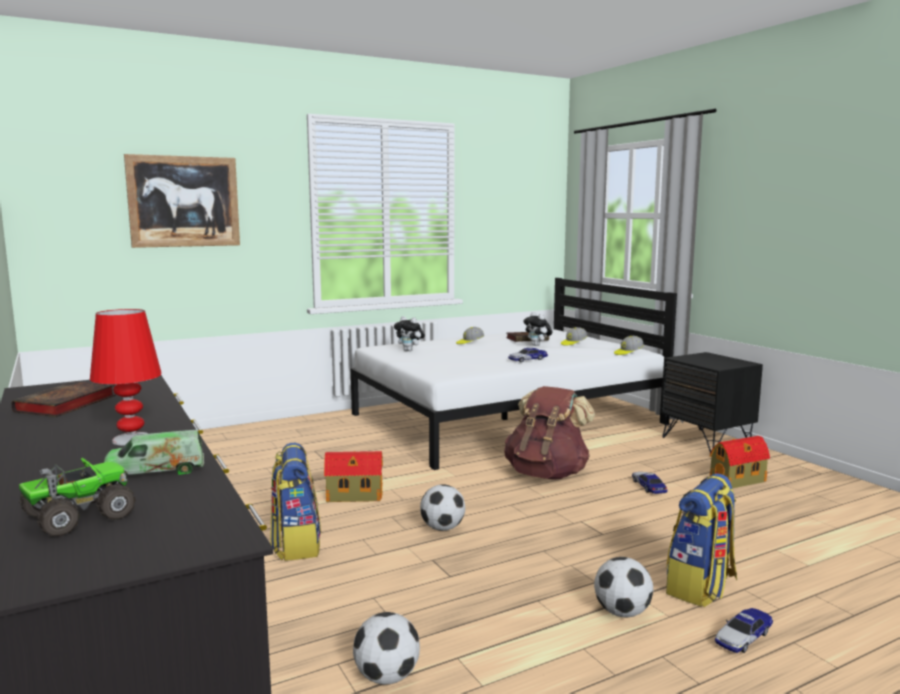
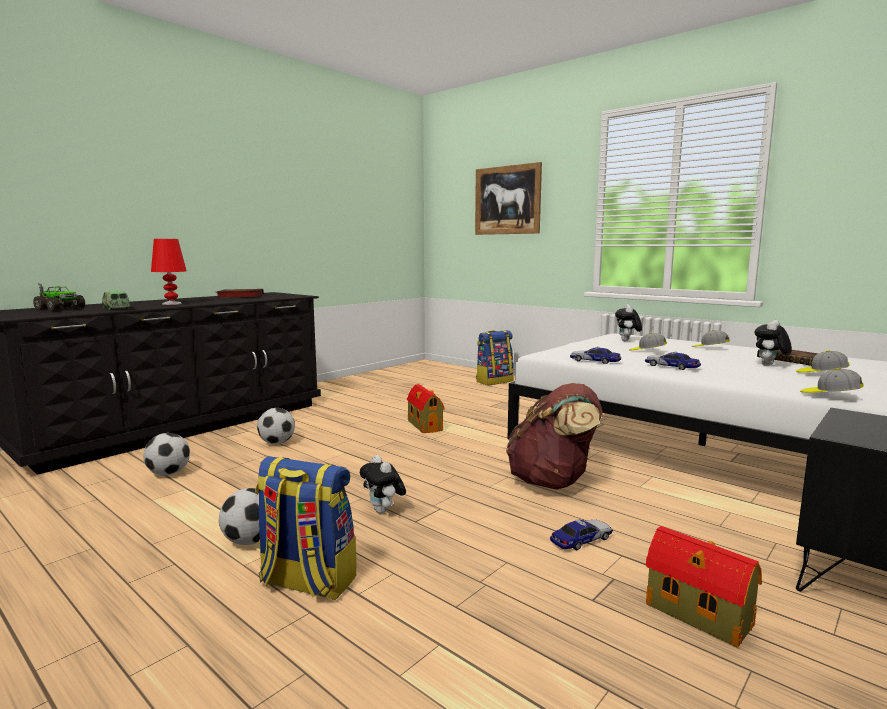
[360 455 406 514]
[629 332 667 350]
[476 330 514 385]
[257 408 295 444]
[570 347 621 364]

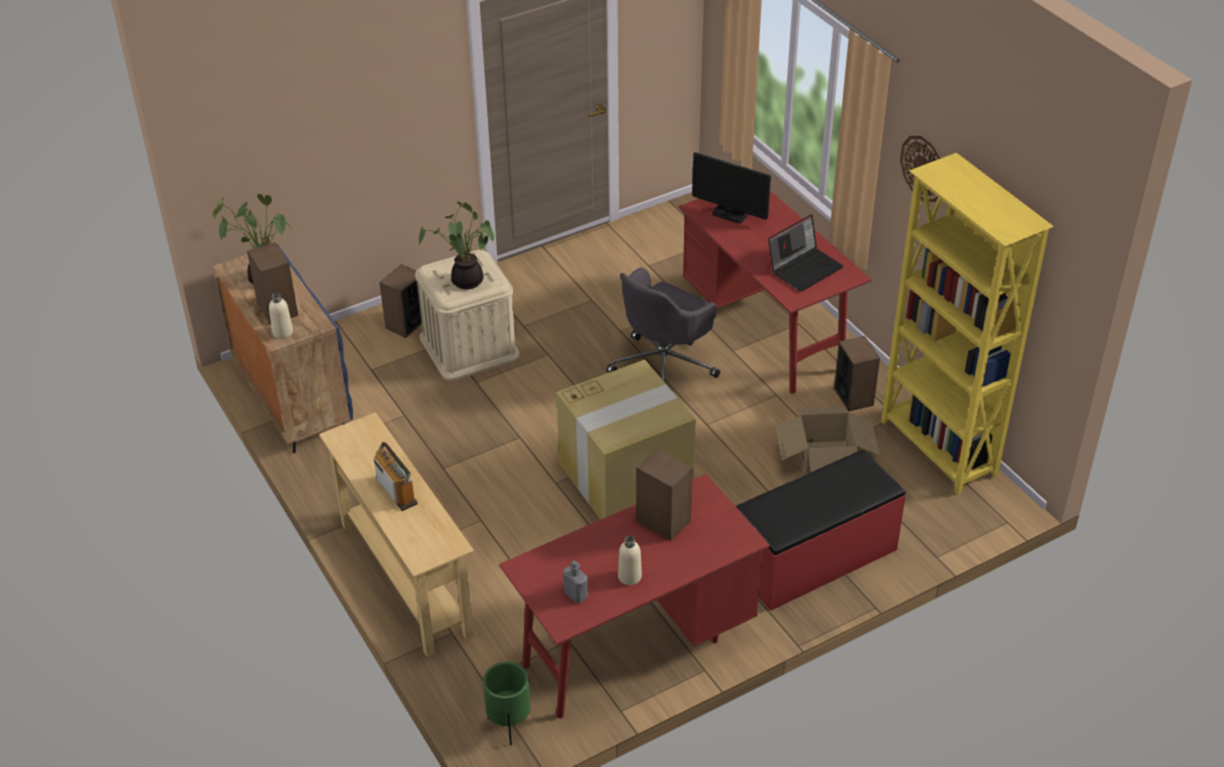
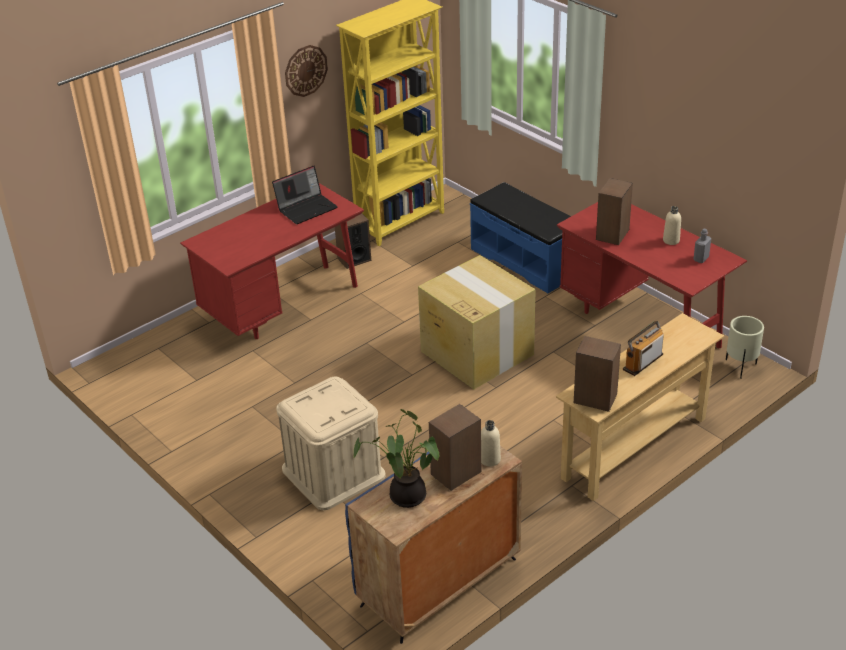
[419 202 494 289] (first image)
[606 267 720 381] (first image)
[692 152 771 223] (first image)
[775 407 881 475] (first image)
[574 336 621 412]
[726 316 764 379]
[470 182 571 293]
[272 166 338 224]

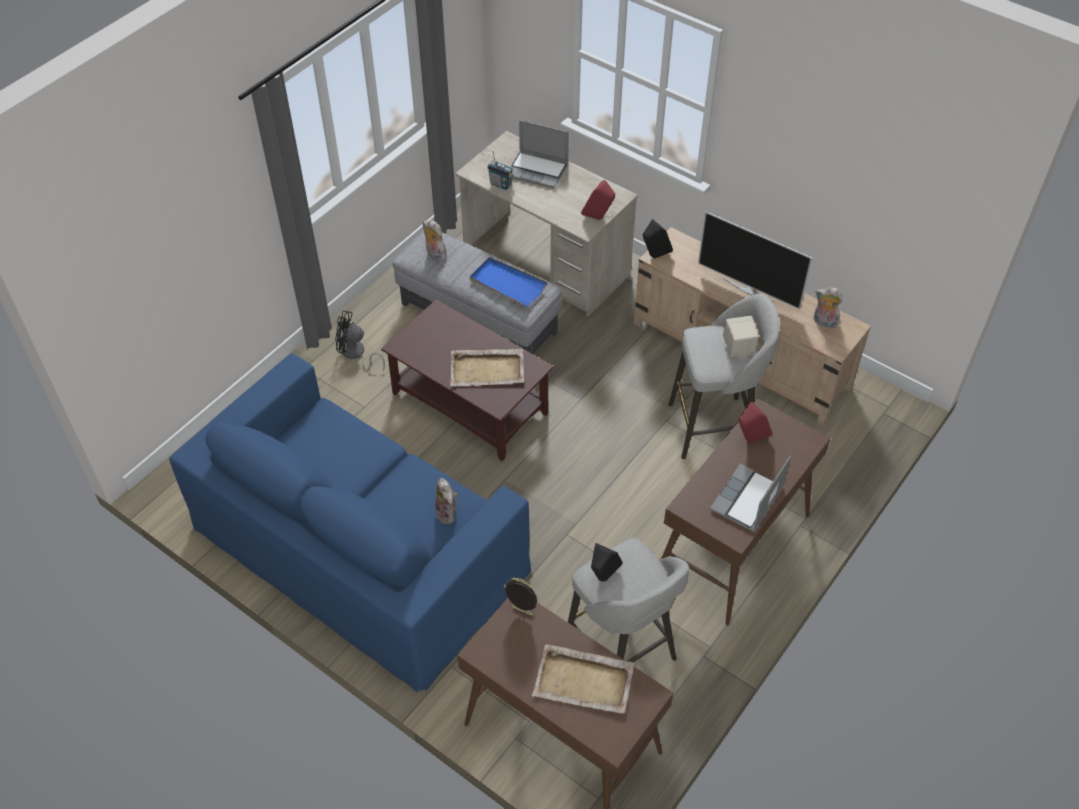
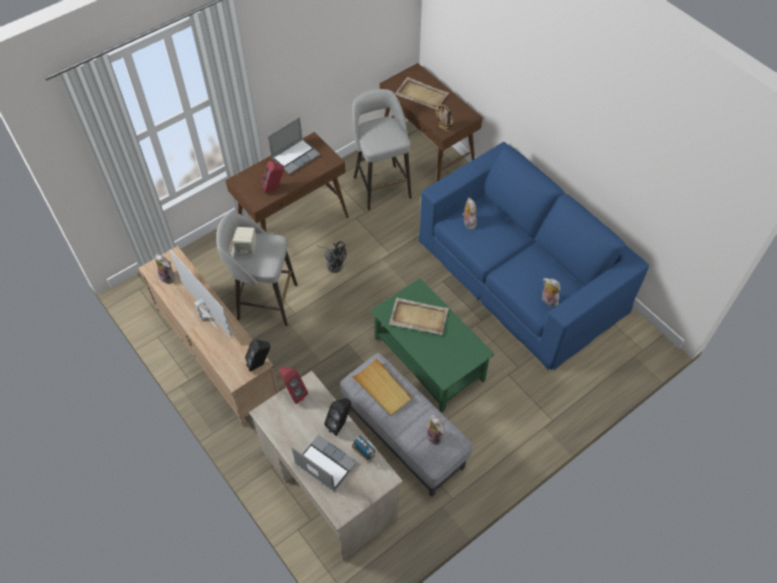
[542 278 561 307]
[316 241 346 273]
[324 398 351 436]
[370 278 495 413]
[352 358 413 416]

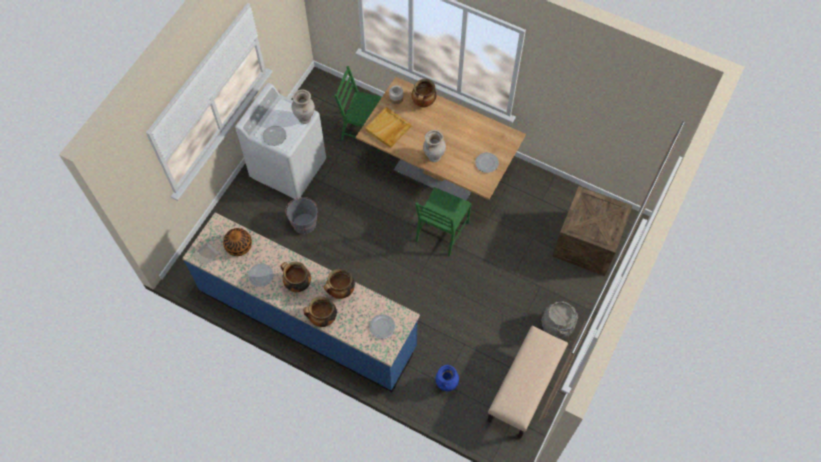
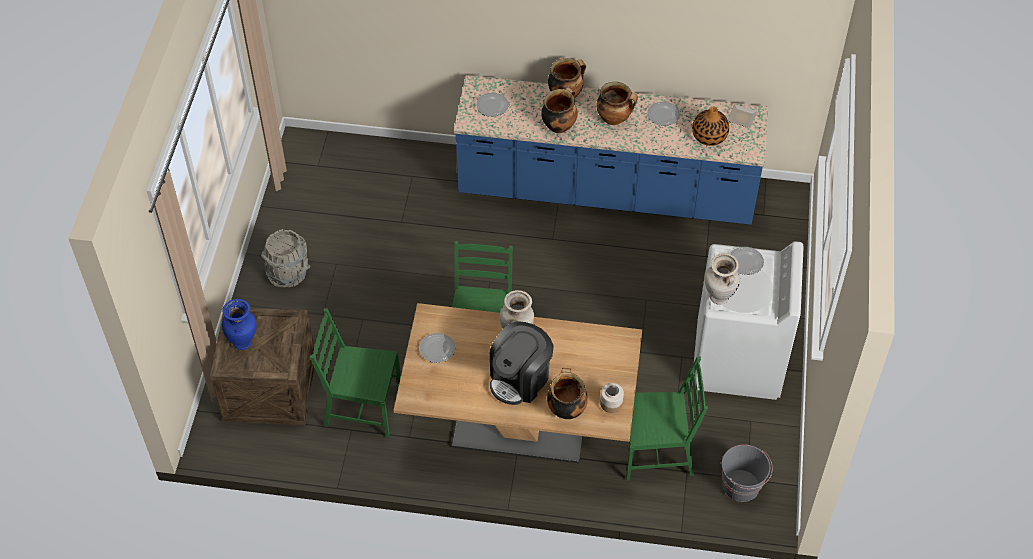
[365 107 411 148] (first image)
[487 326 568 439] (first image)
[310 308 401 437]
[490 321 553 405]
[722 444 773 502]
[222 299 257 350]

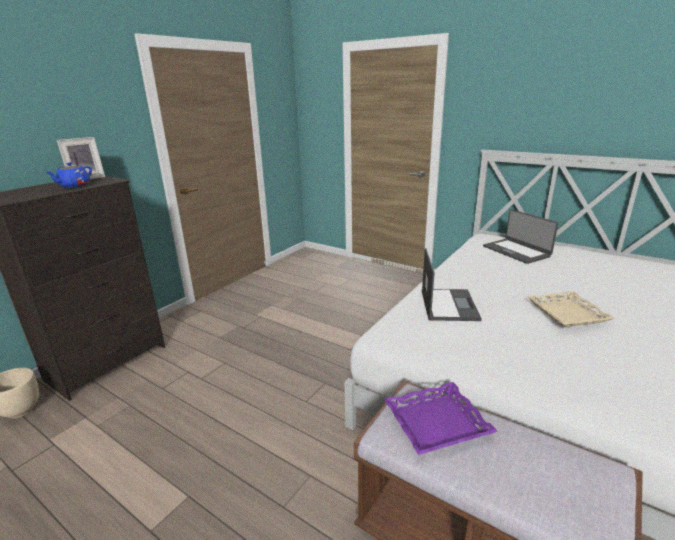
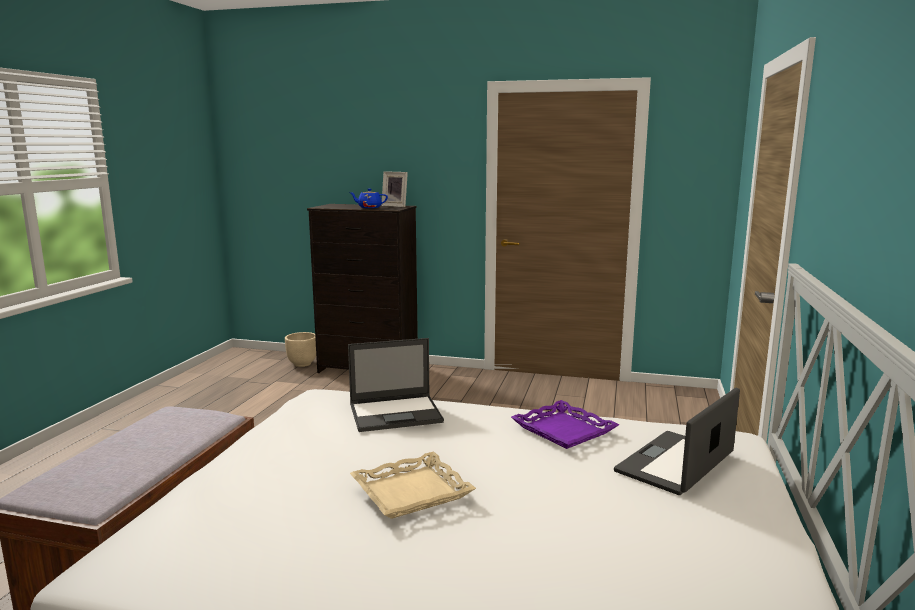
[511 400 619 449]

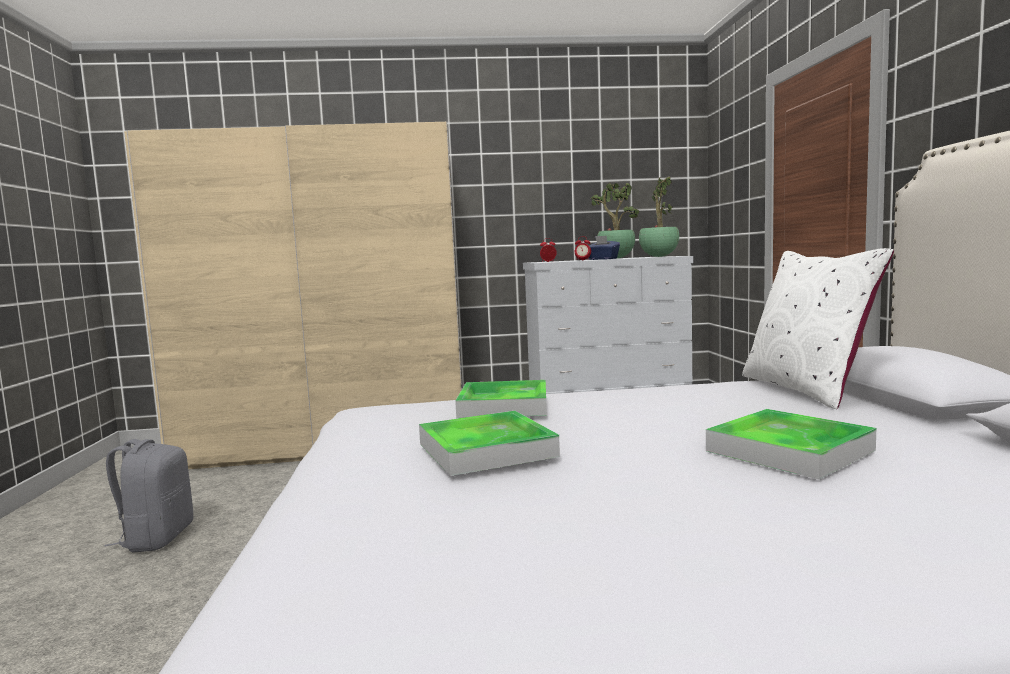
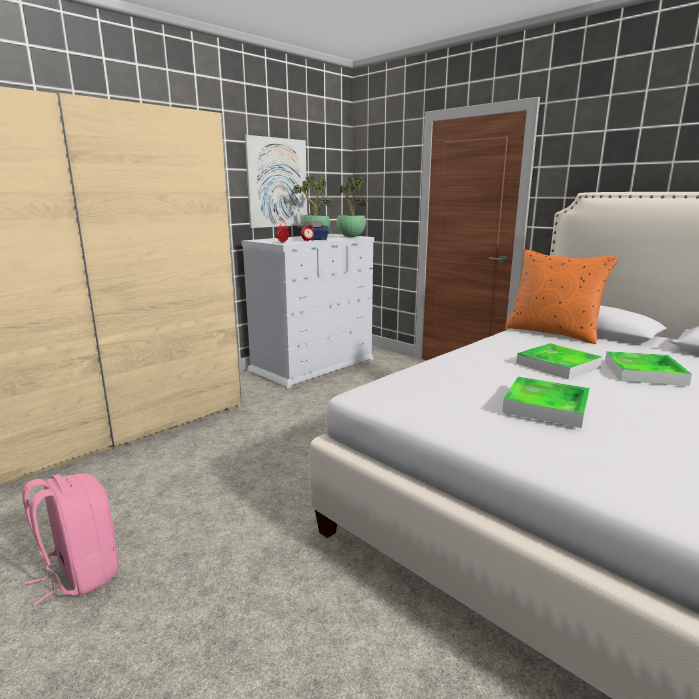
[245 135 307 228]
[516 343 602 380]
[22 473 119 606]
[505 250 618 344]

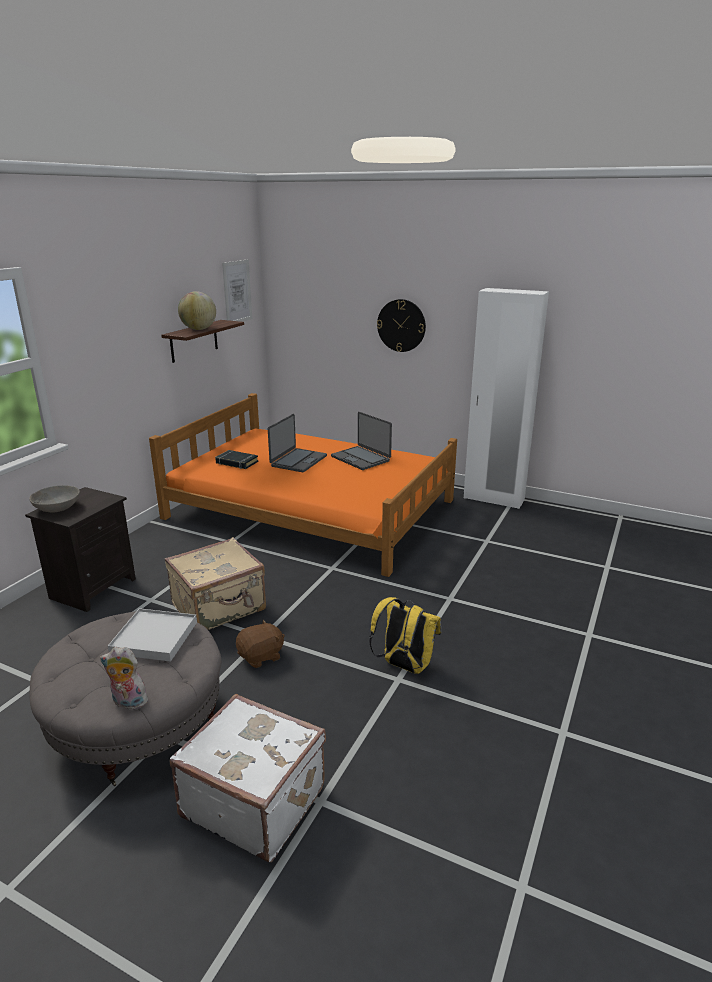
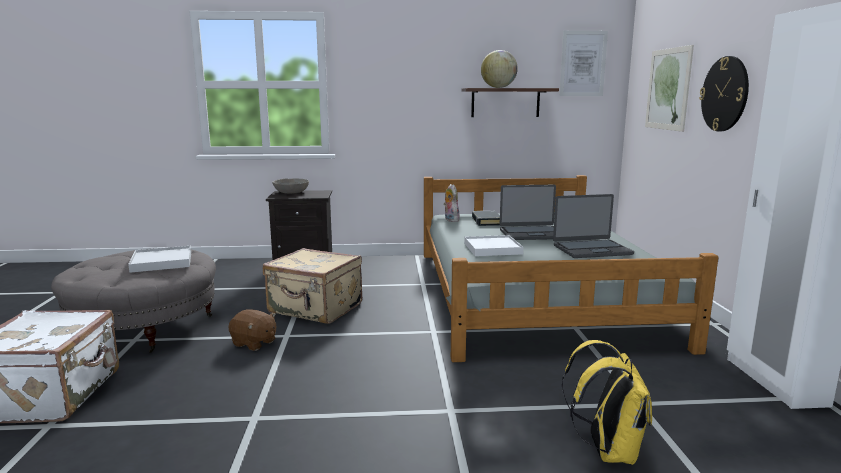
[464 235 523 256]
[645 45 694 132]
[443 184 460 222]
[562 340 652 465]
[424 175 719 362]
[553 194 634 258]

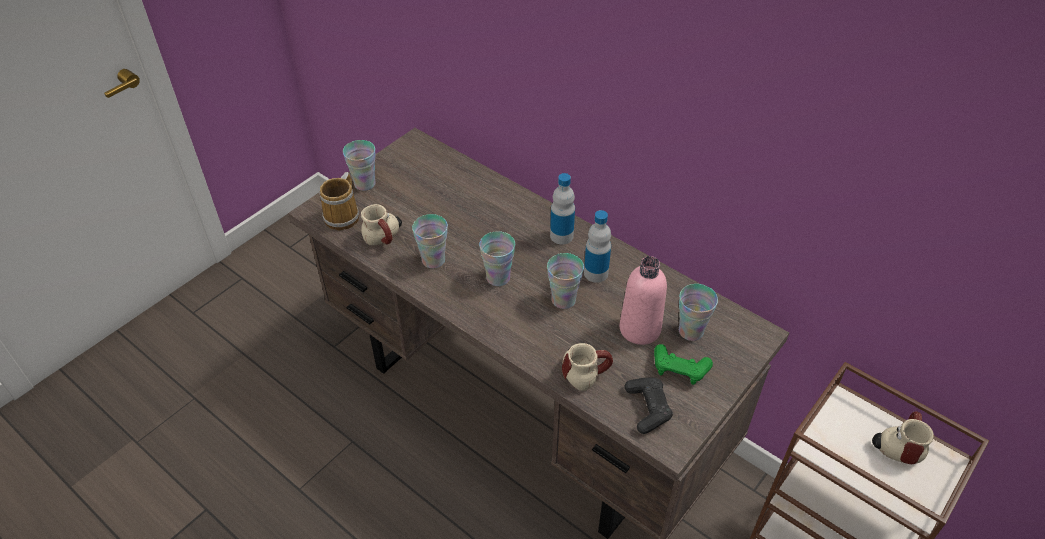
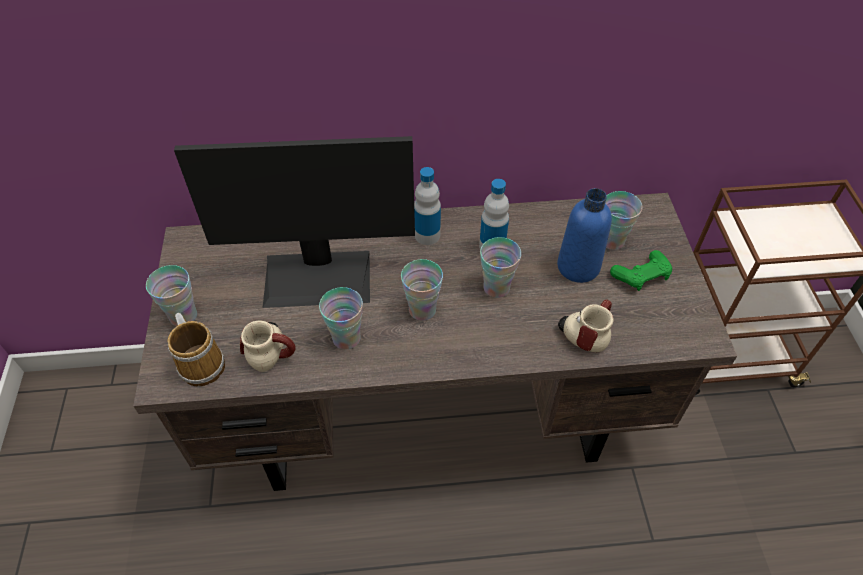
[625 377 673 434] (first image)
[872 411 934 464] (first image)
[174 136 415 308]
[557 188 612 283]

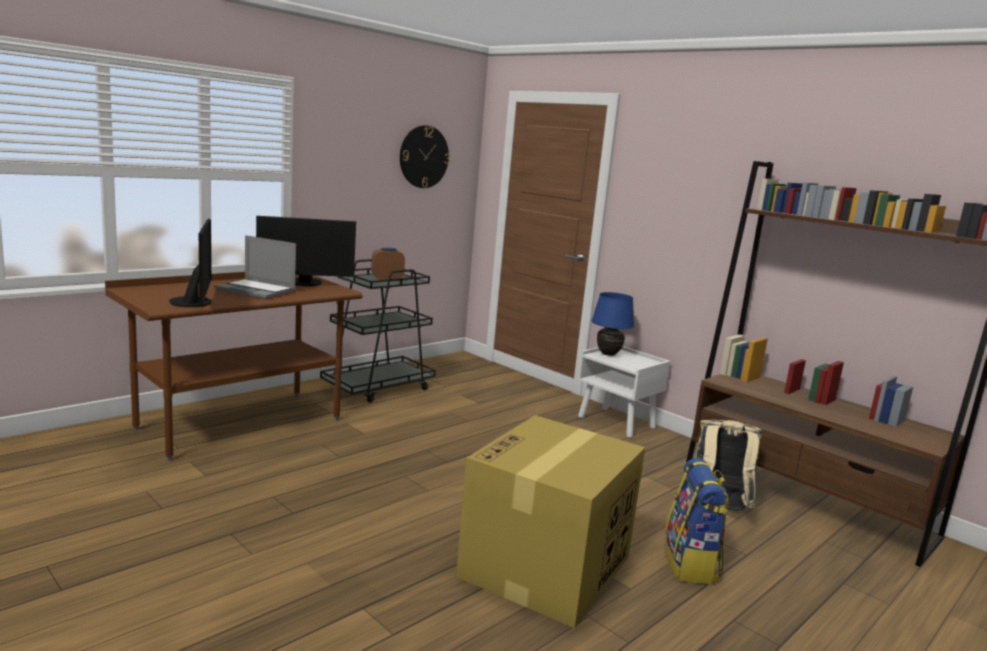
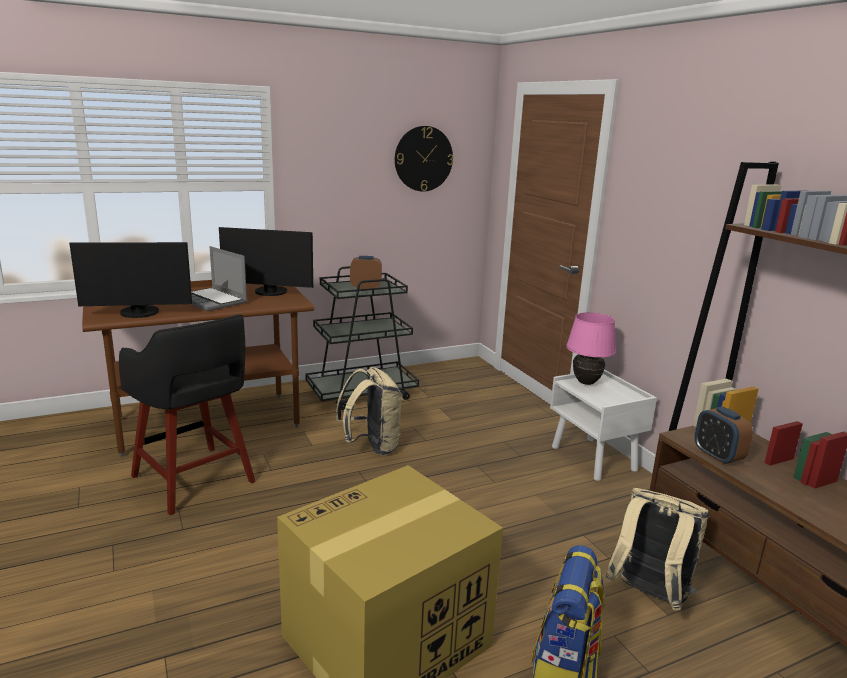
[119 314 255 515]
[336 367 402 455]
[695 406 753 465]
[566 312 616 385]
[69 242 192 318]

